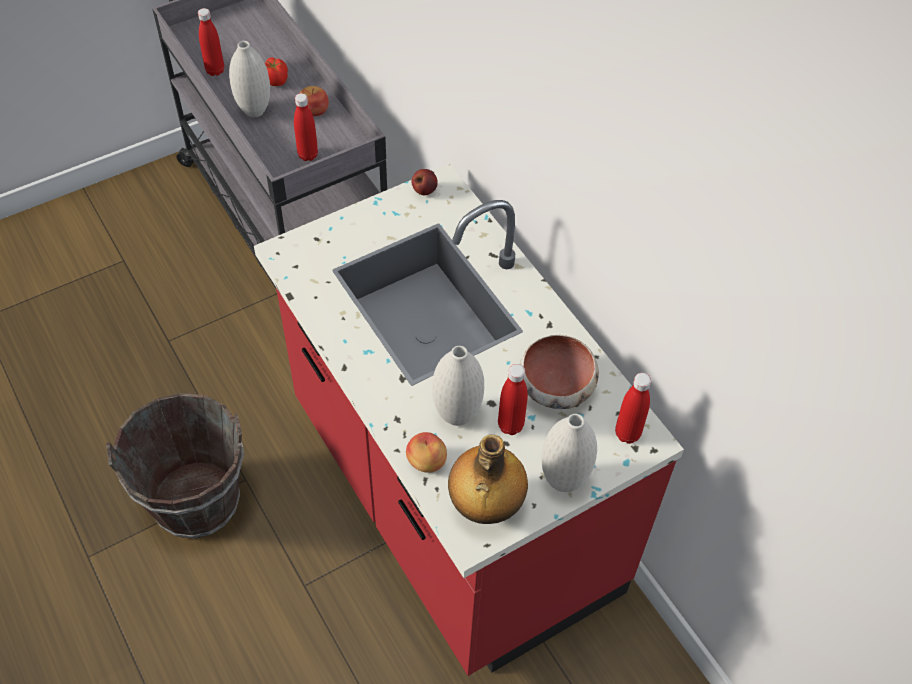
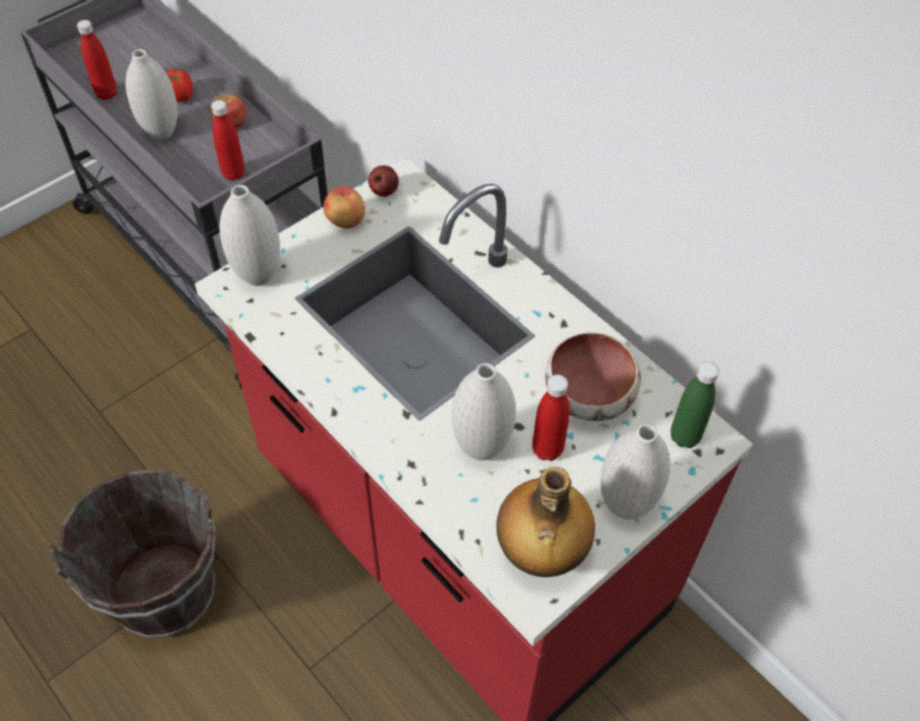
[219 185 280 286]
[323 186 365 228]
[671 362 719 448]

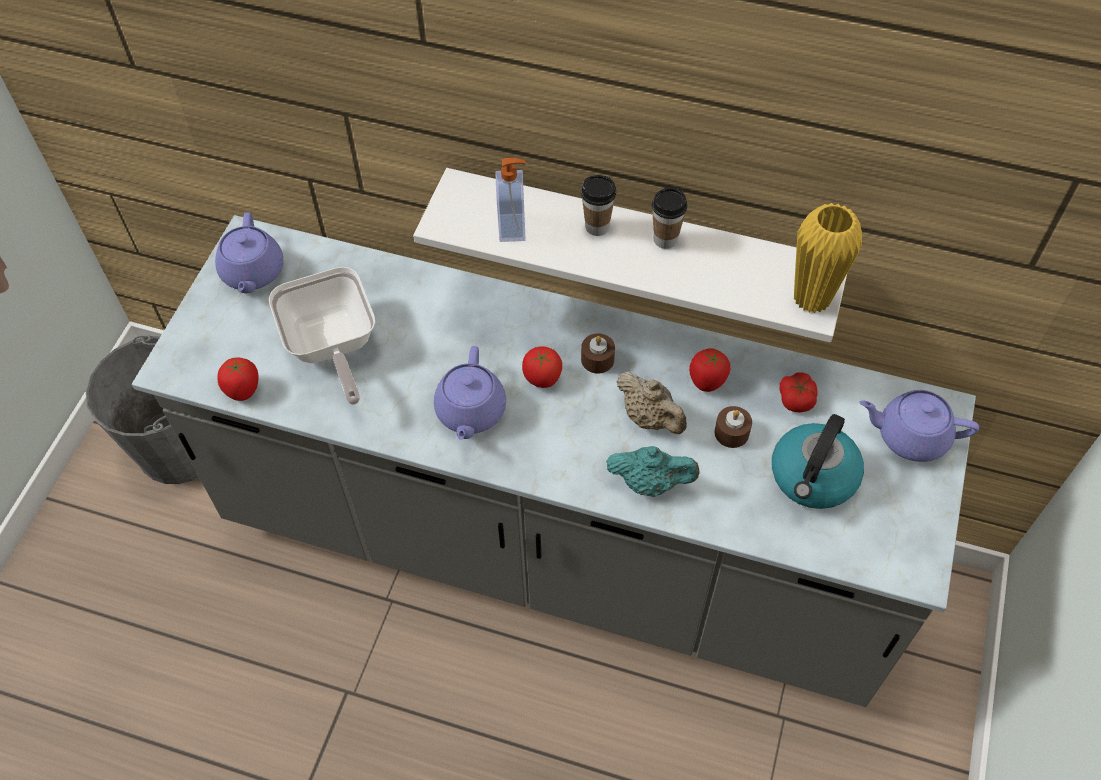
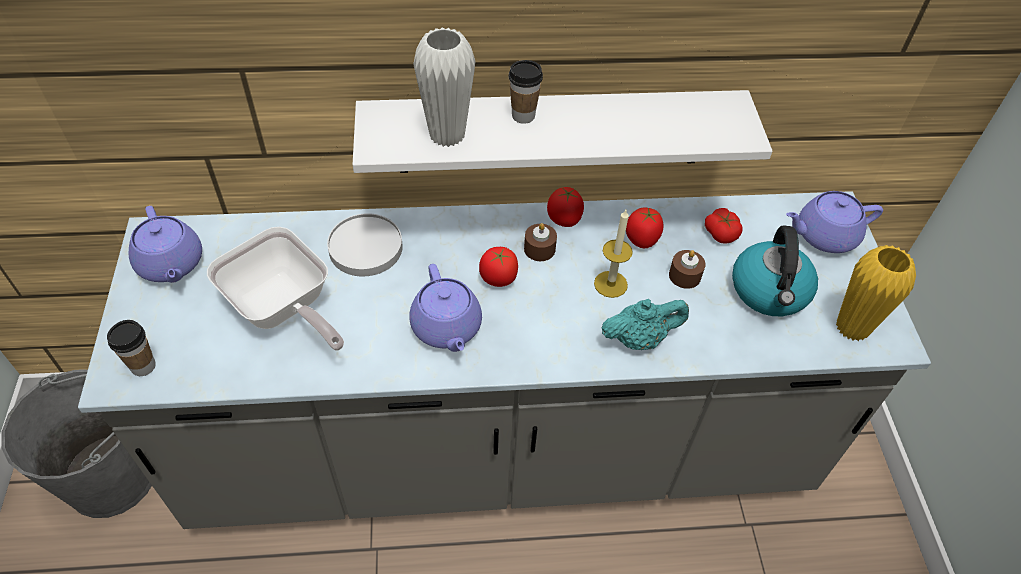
[327 213 403 276]
[547 187 584 227]
[107 320 156 376]
[836 245 916 341]
[413 27 476 147]
[594 210 633 298]

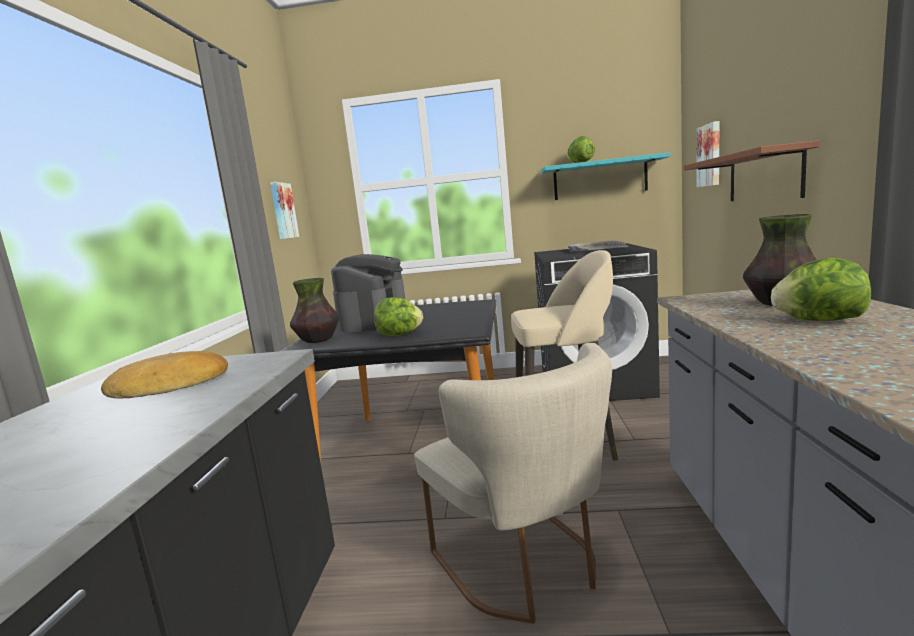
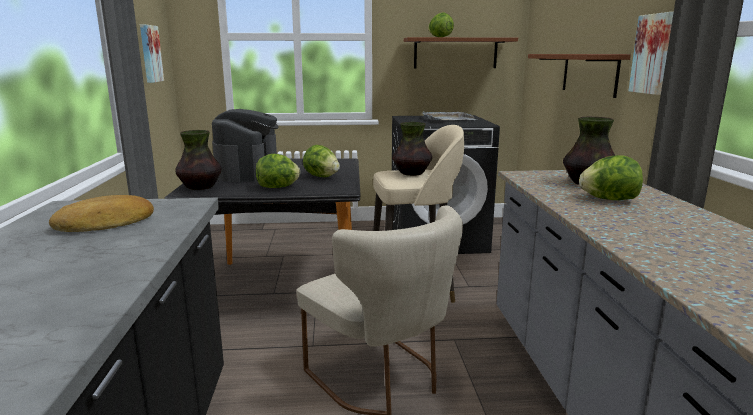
[303 145 340 177]
[392 122 432 176]
[628 12 674 95]
[404 37 518 69]

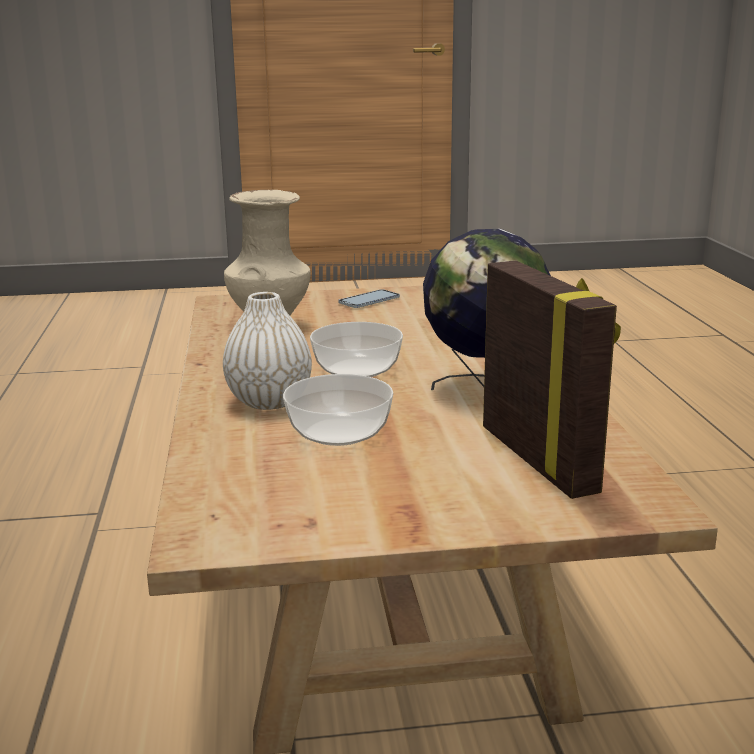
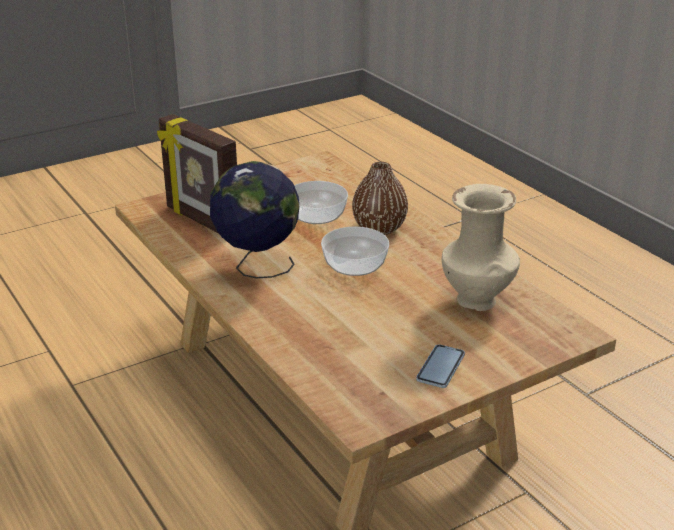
[352 162 408 235]

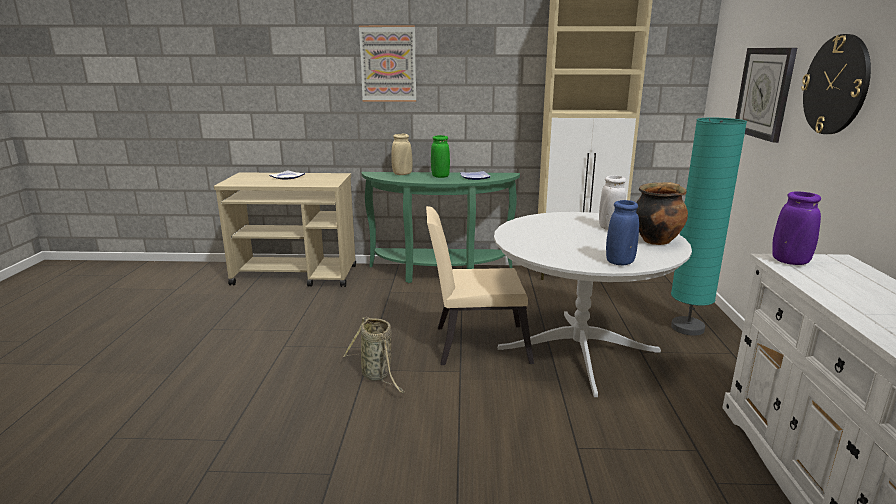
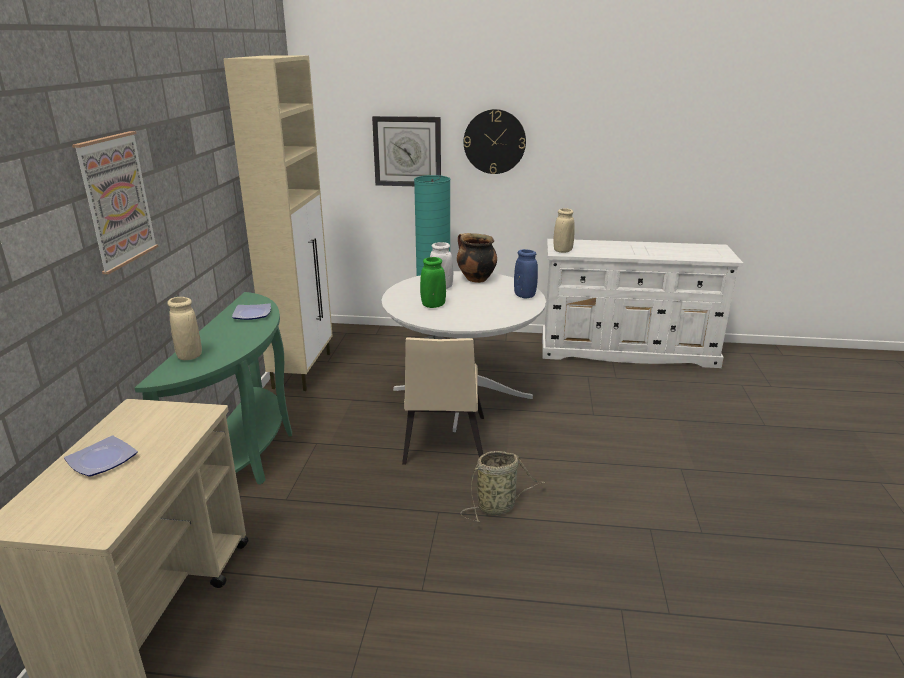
[420 257 446 308]
[553 208 575 253]

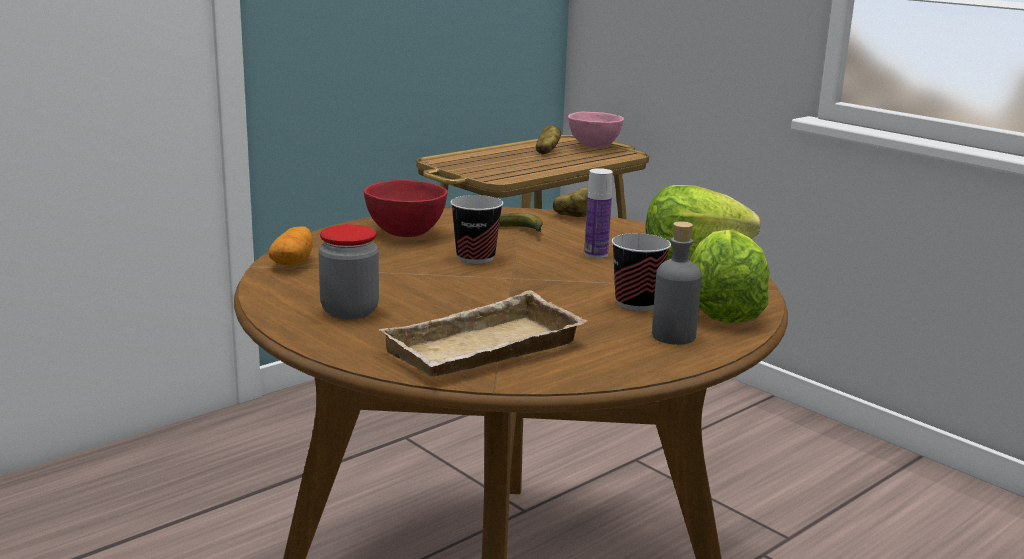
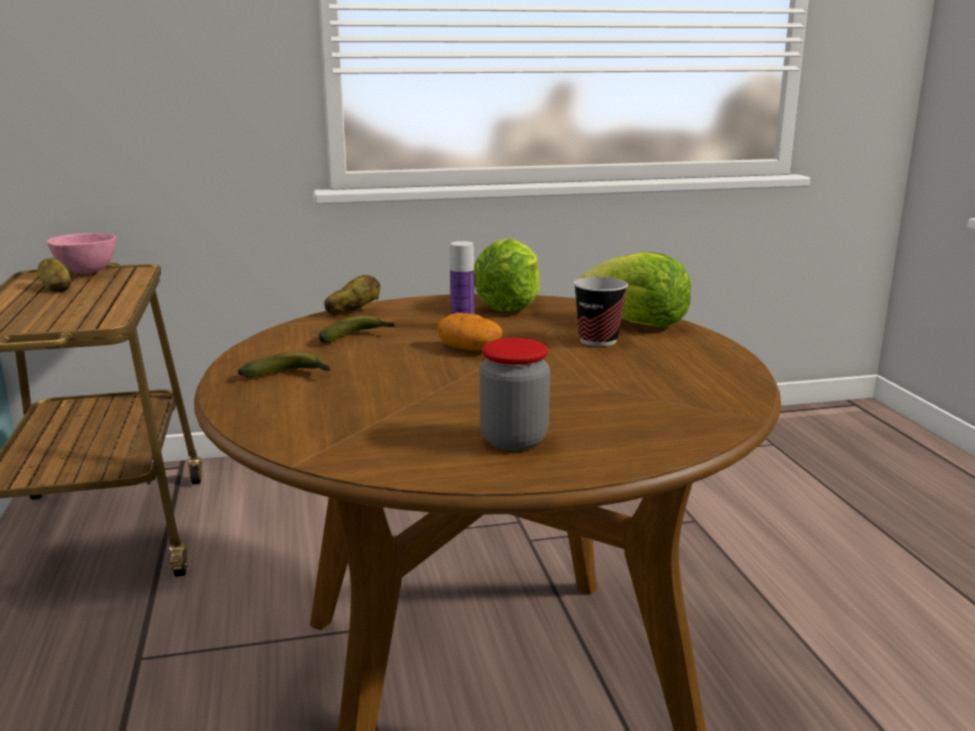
[378 290 587 377] (first image)
[450 195 503 264] (first image)
[652 221 702 345] (first image)
[437 313 502 350]
[238 351 331 377]

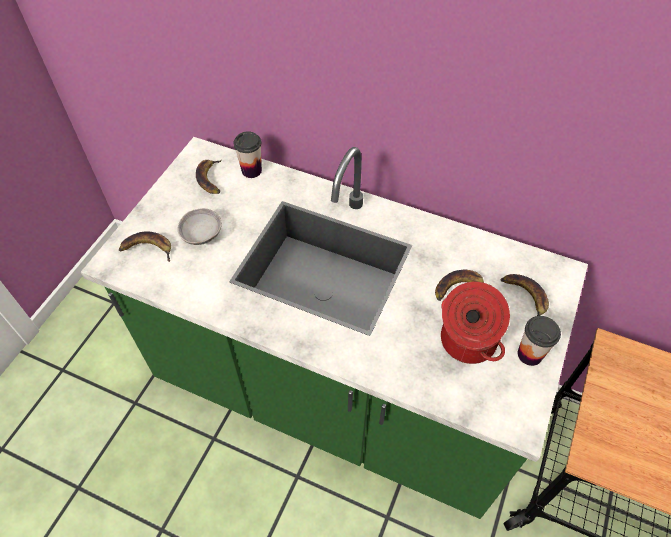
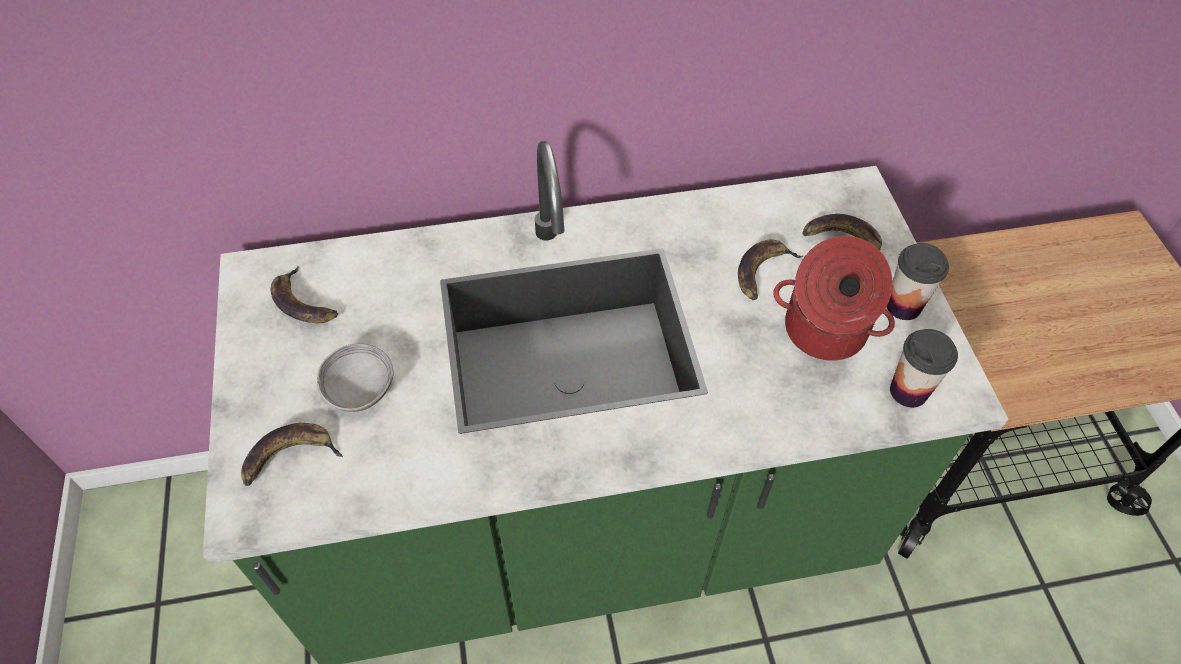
[890 329 958 408]

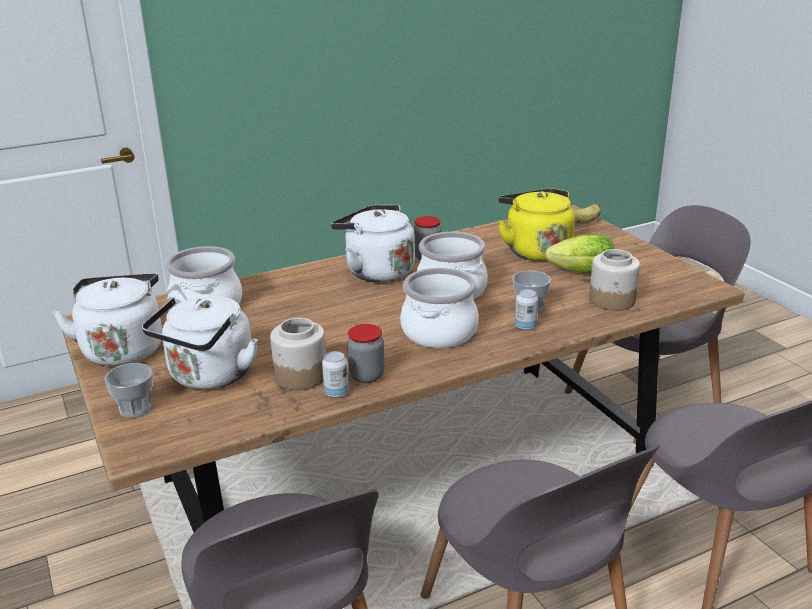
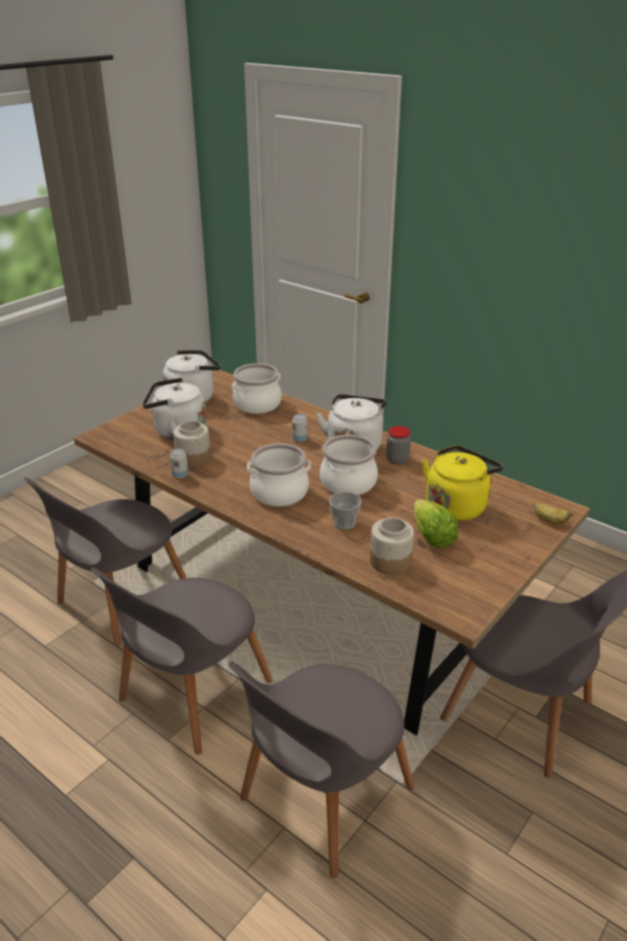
[105 363 153 418] (first image)
[347 324 385 383] (first image)
[292 414 307 442]

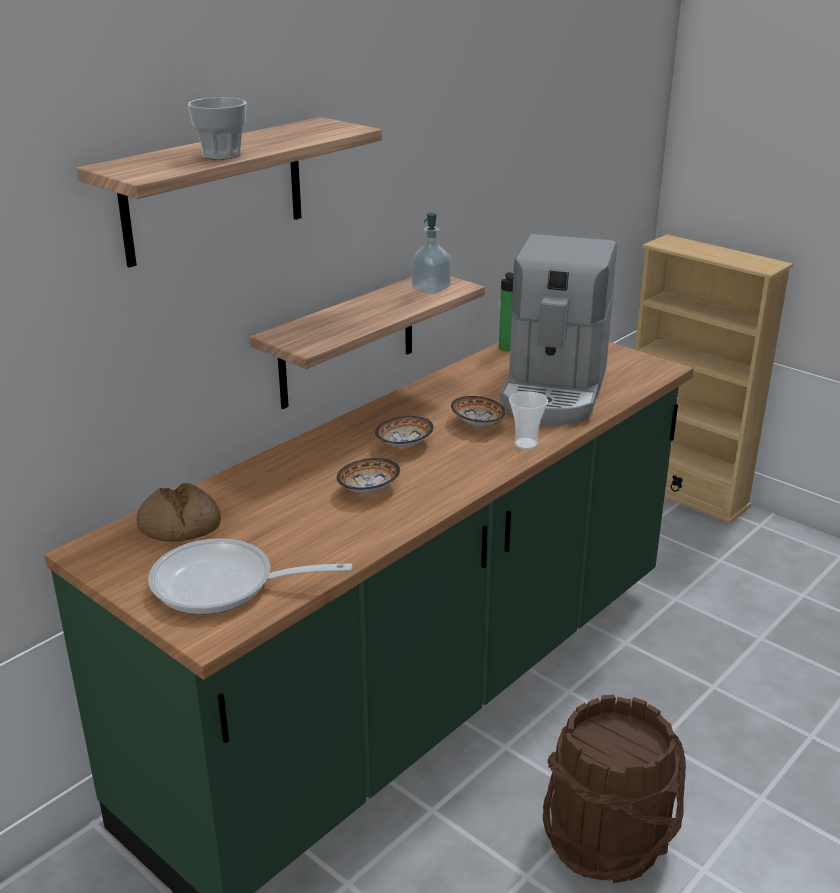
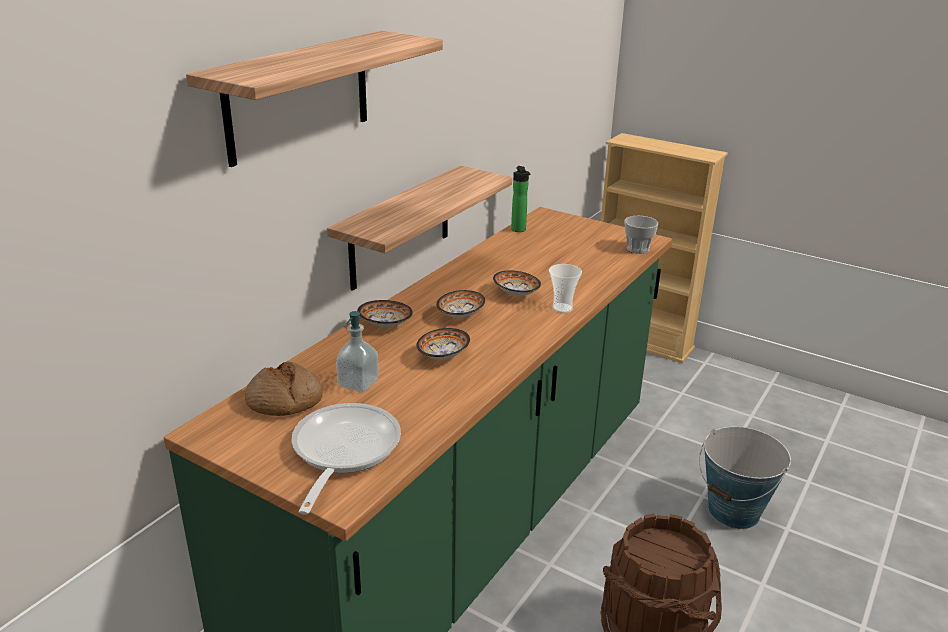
[500 234 617 425] (first image)
[357 300 413 327]
[699 426 791 529]
[625 216 658 254]
[336 311 379 392]
[292 403 401 515]

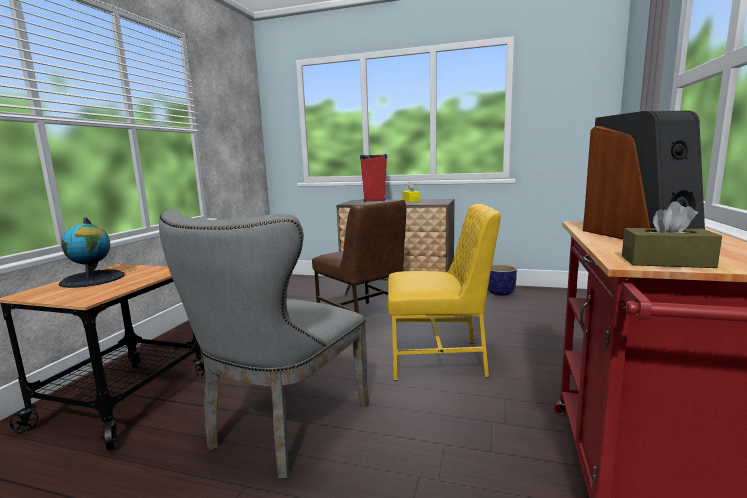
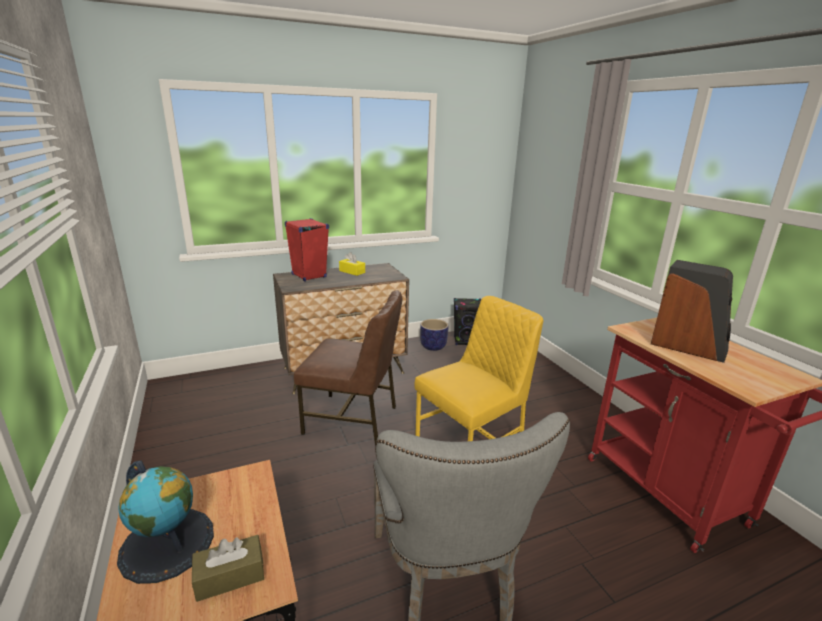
[454 298 481 345]
[192 535 264 602]

